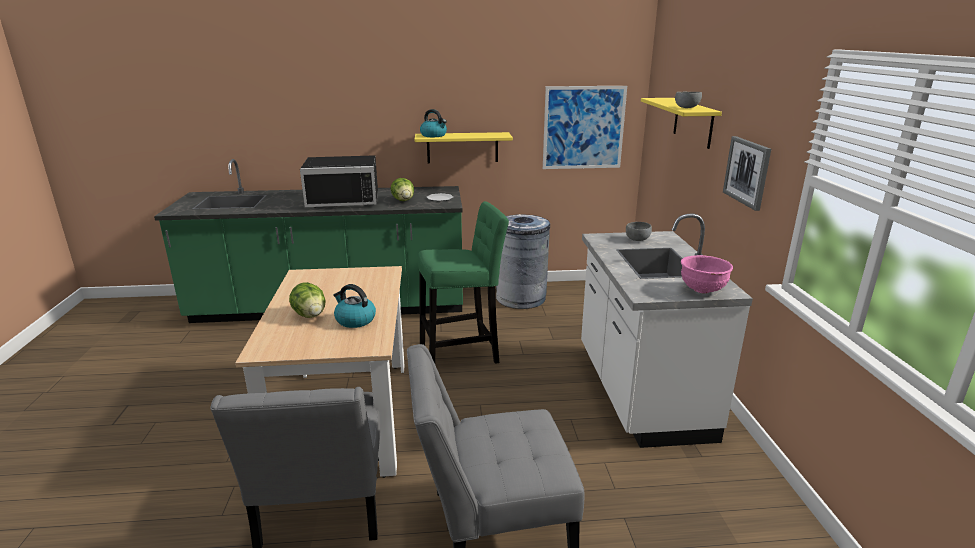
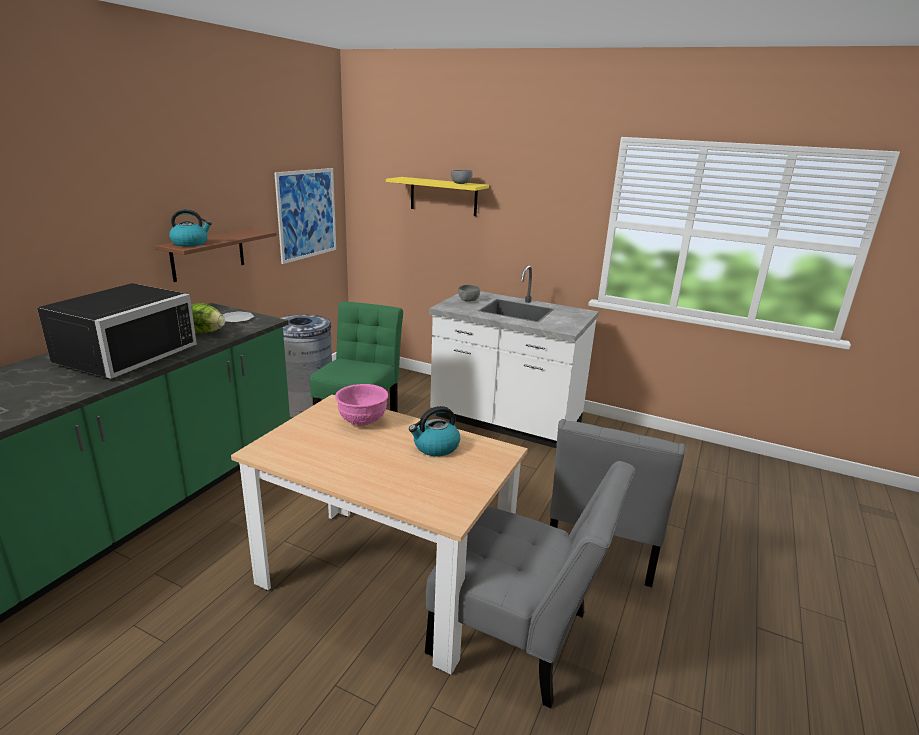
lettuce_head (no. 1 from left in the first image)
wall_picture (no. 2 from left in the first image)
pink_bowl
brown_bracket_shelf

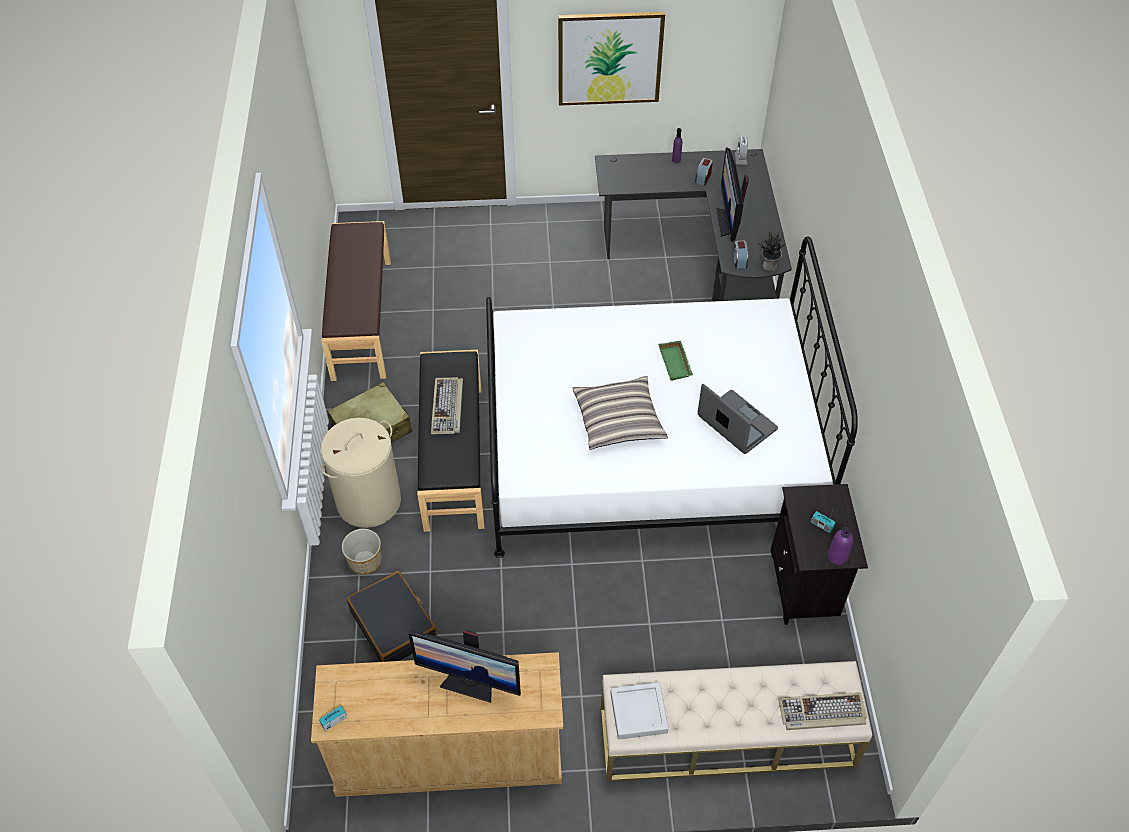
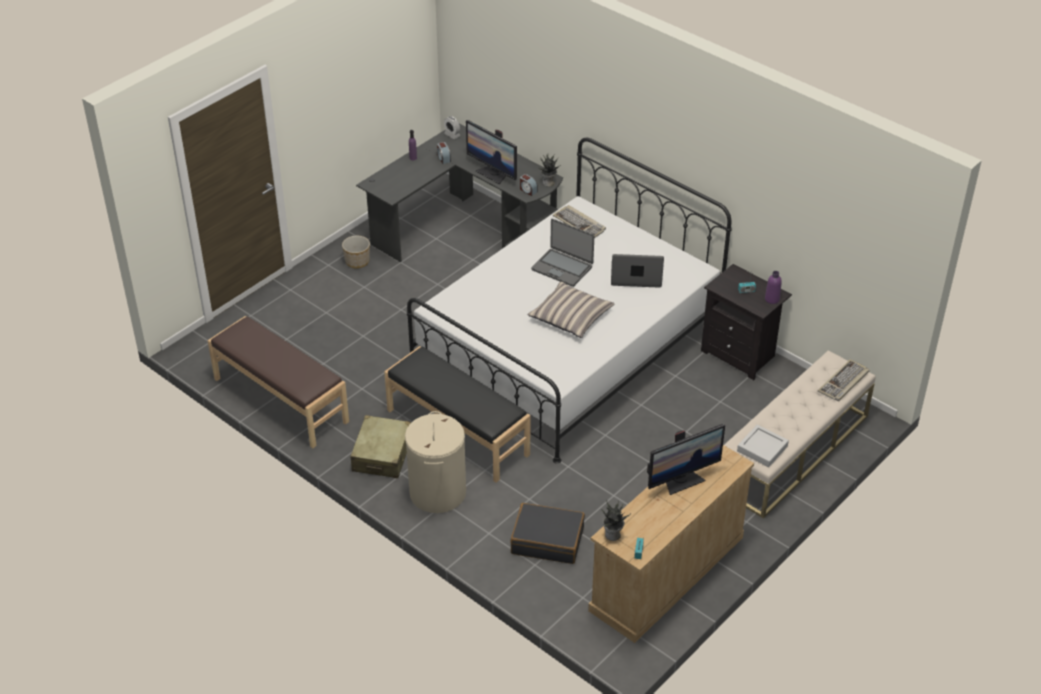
wall_picture
potted_plant (no. 2 from left)
flower_pot
PC_keyboard (no. 1 from left)
laptop (no. 1 from left)

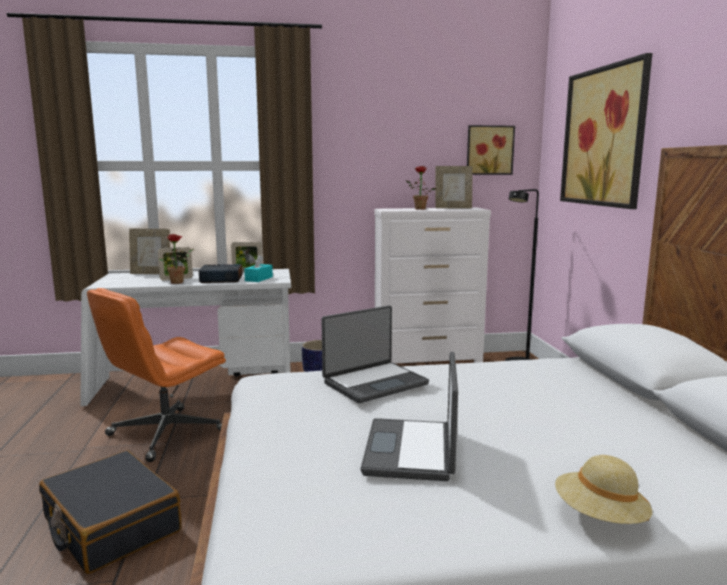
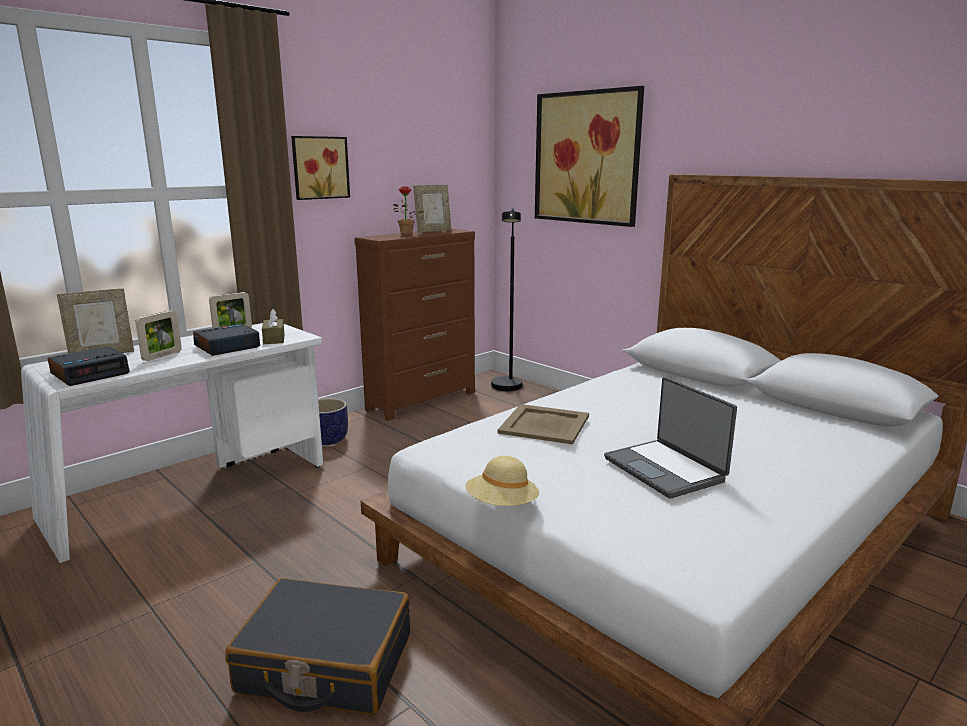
orange_office_chair
potted_plant (no. 1 from left in the first image)
alarm_clock (no. 1 from left)
wall_picture (no. 1 from left)
sand-coloured_clothing_hat
sand-coloured_serving_tray
brown_box_of_tissues
brown_dresser

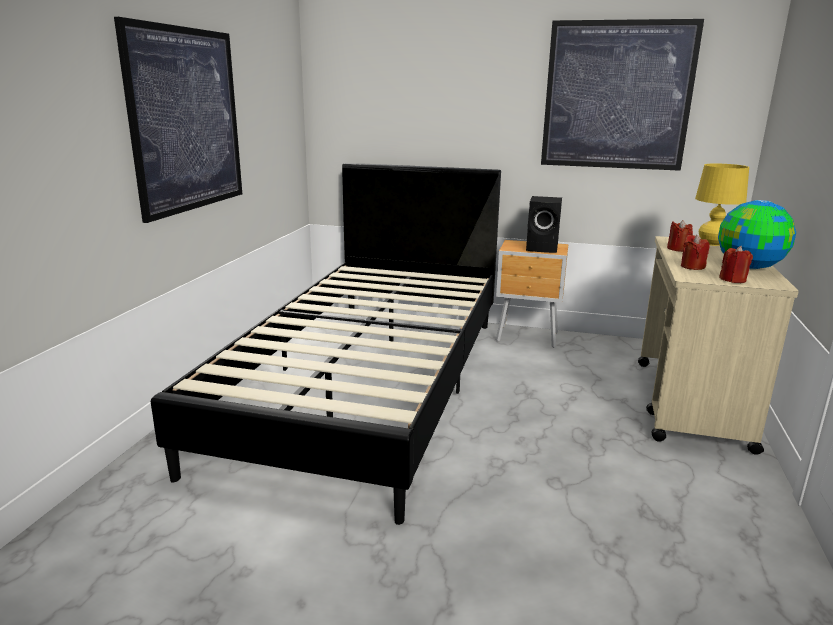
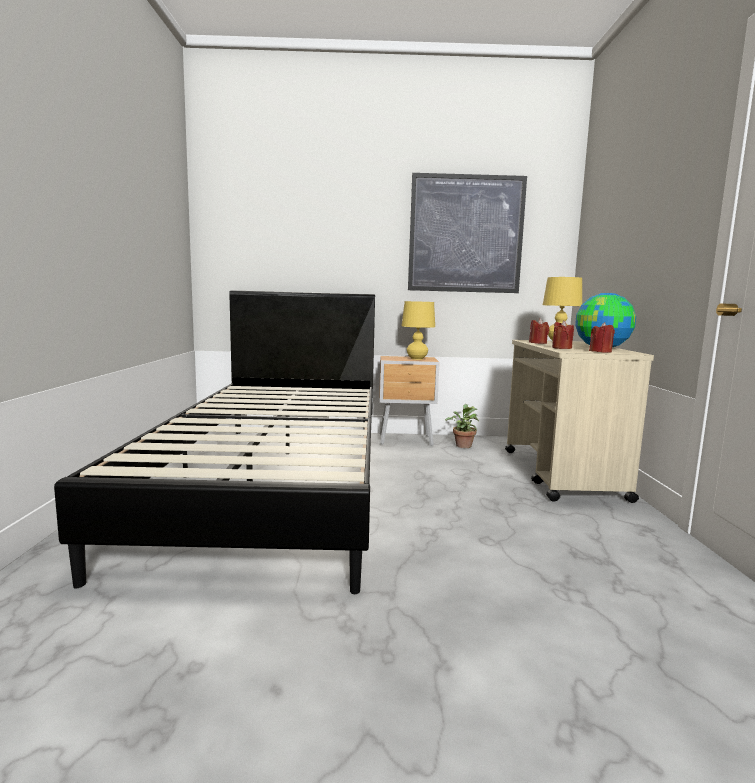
wall_picture (no. 1 from left in the first image)
potted_plant
yellow-coloured_tabletop_lamp (no. 1 from left)

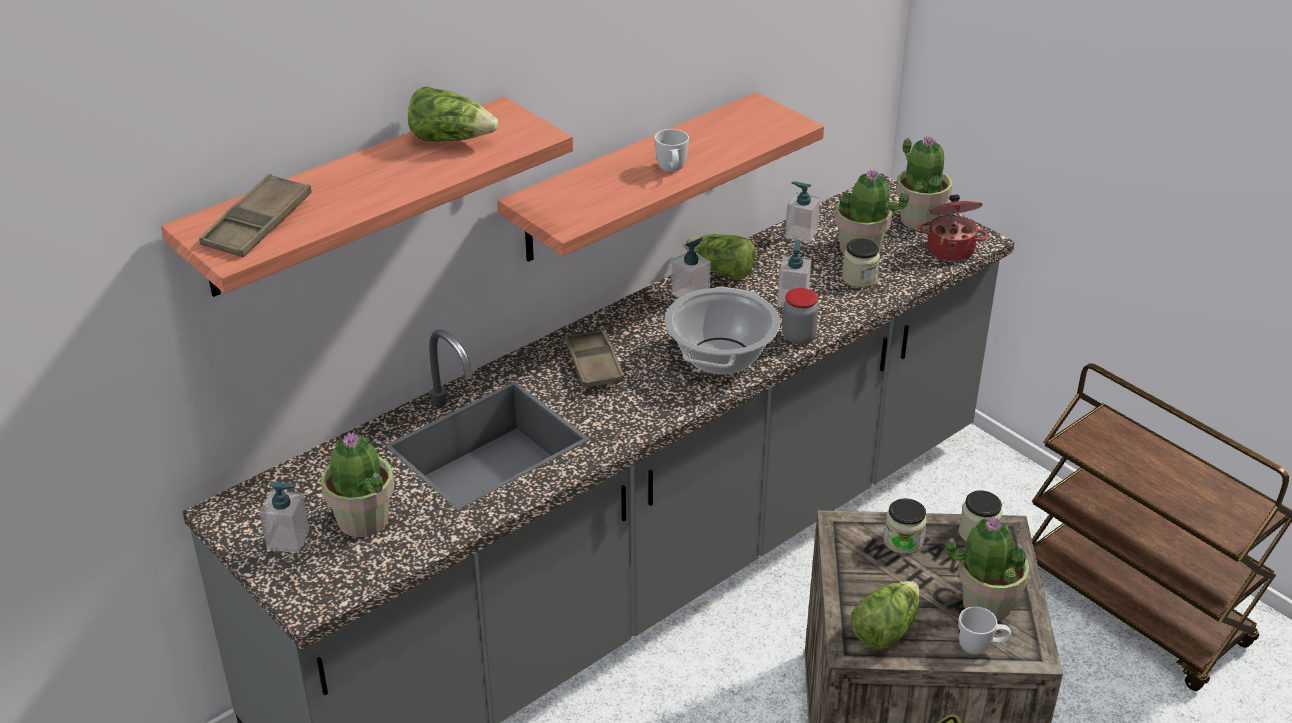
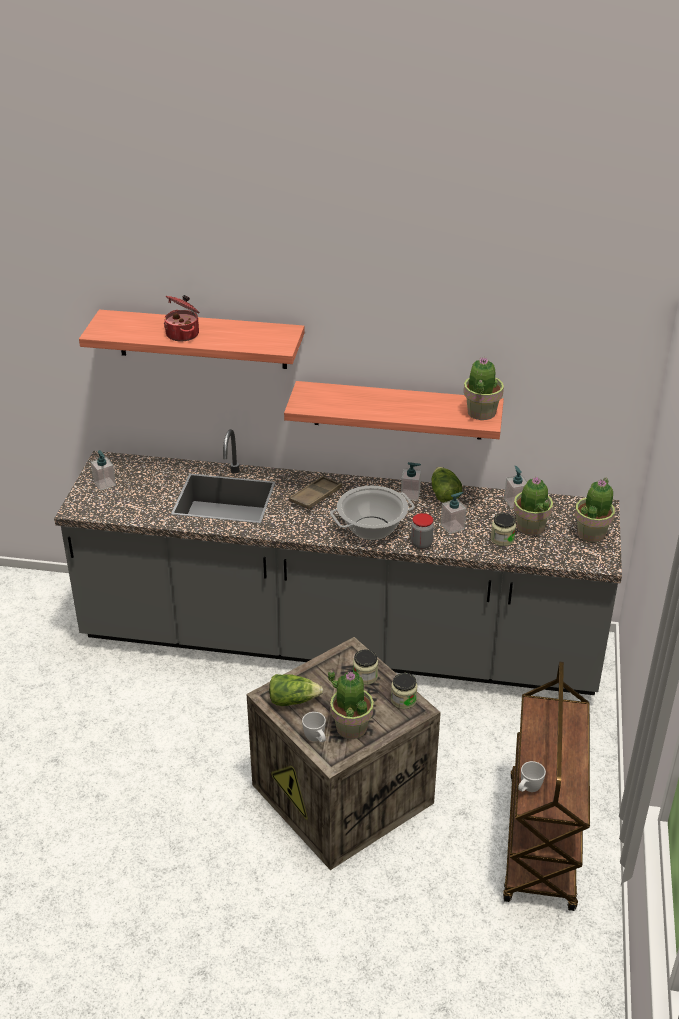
brown_serving_tray (no. 1 from left in the first image)
lettuce_head (no. 1 from left in the first image)
potted_plant (no. 2 from left)
whitish_tea_mug (no. 2 from left)
cooking_pot (no. 1 from left)

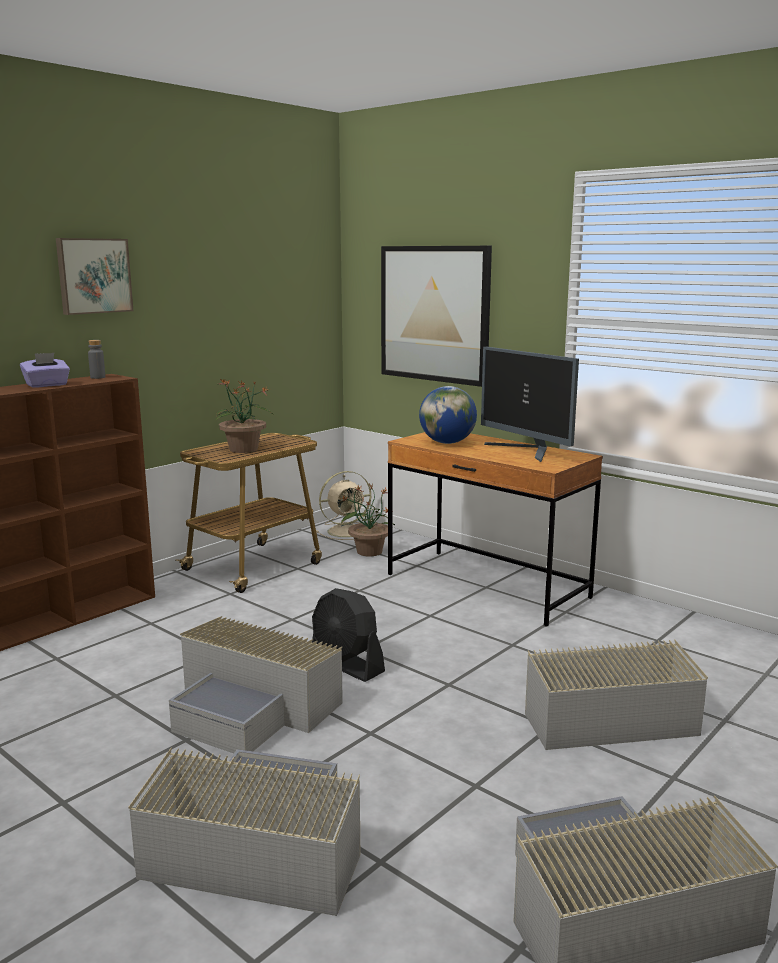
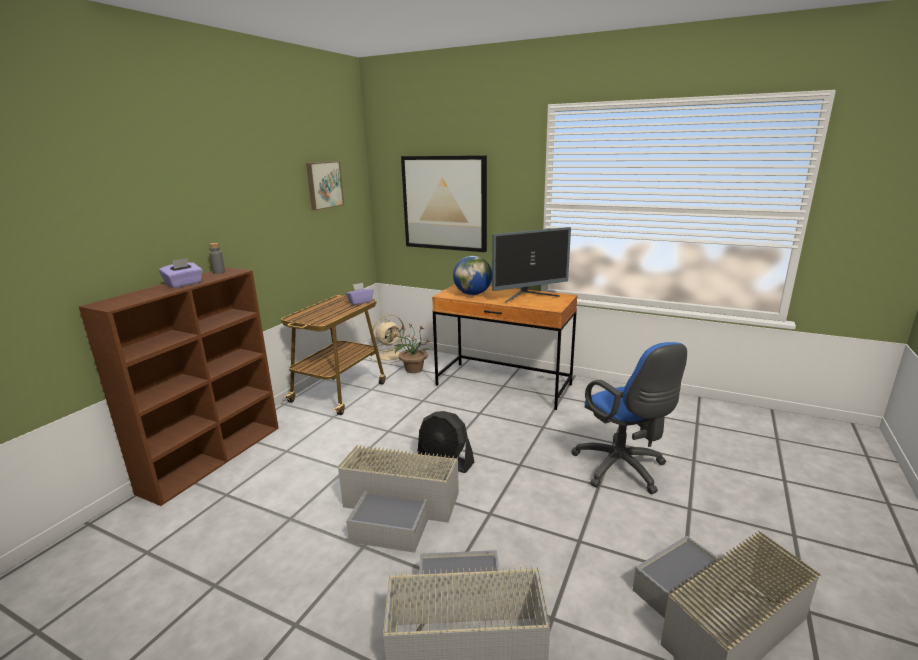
potted_plant (no. 1 from left in the first image)
purplish_box_of_tissues (no. 2 from left)
wall_picture (no. 1 from left)
bluish_office_chair
computer_display

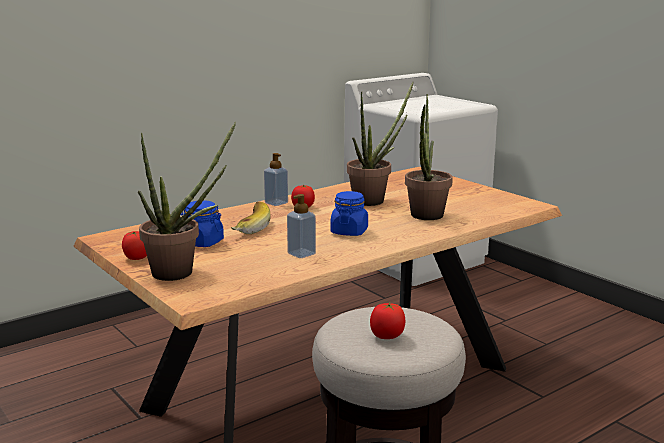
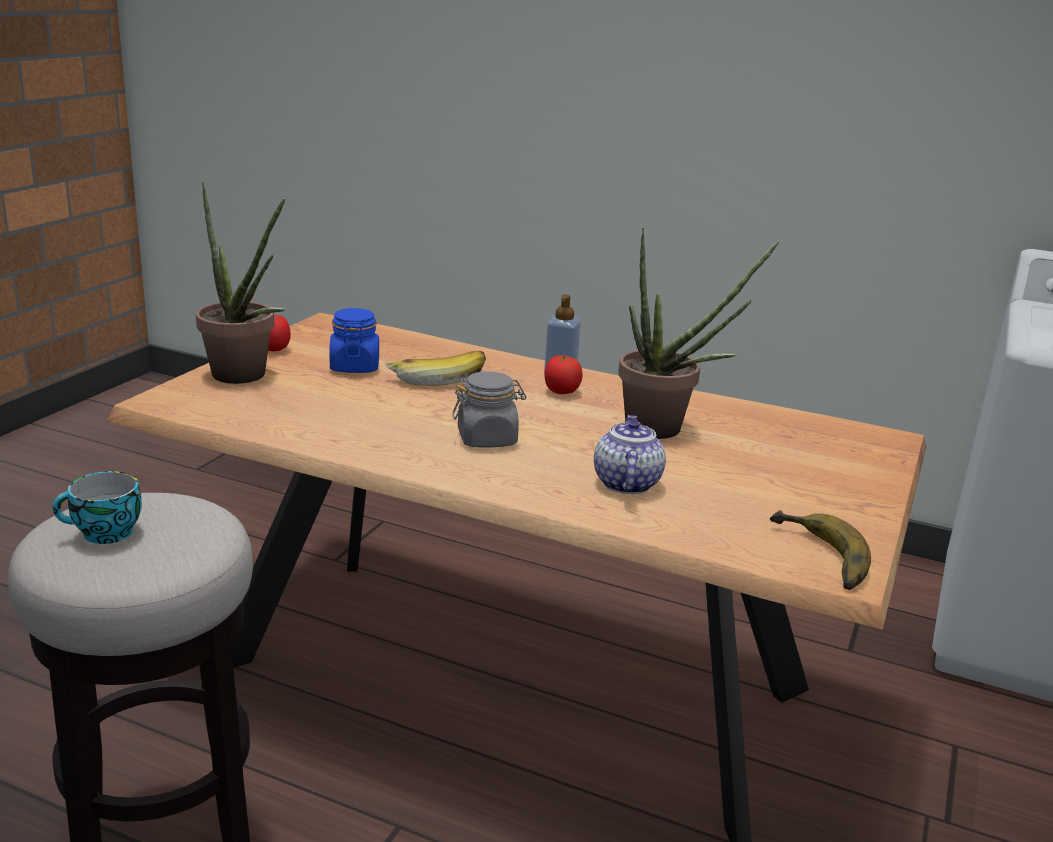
liquid_soap_bottle (no. 2 from left in the first image)
banana_fruit (no. 2 from left)
cup
tea_pot
gray_jar

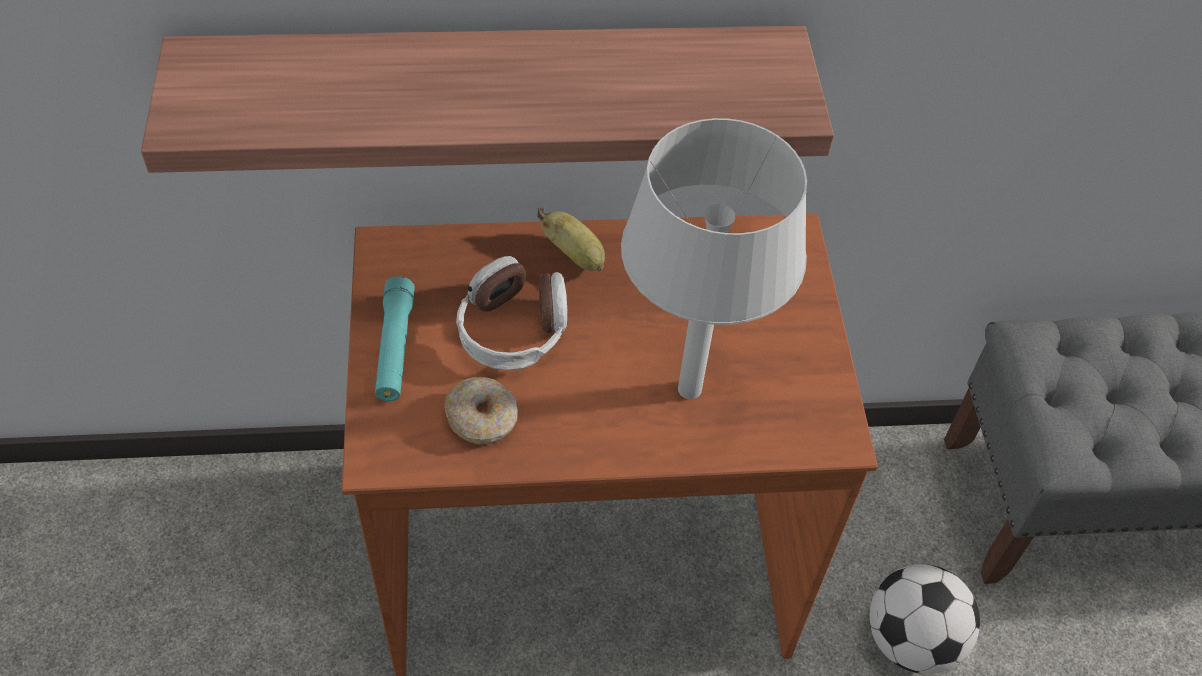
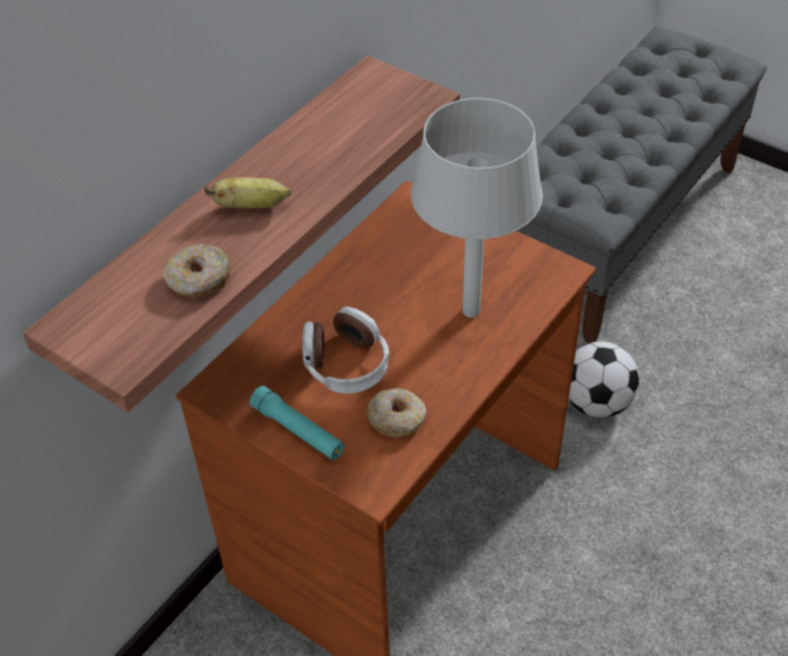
doughnut (no. 1 from left)
banana_fruit

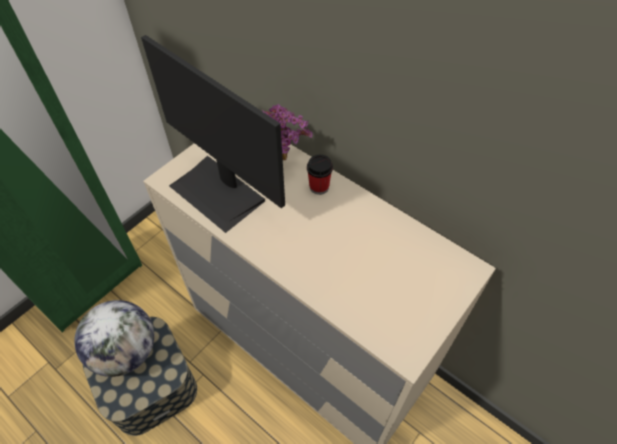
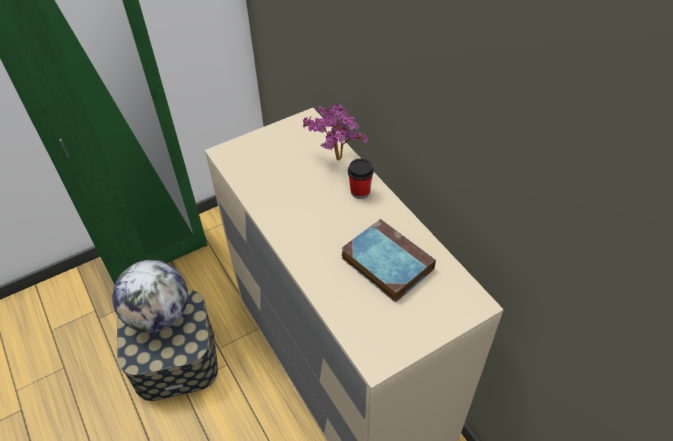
computer_display
bound_book

